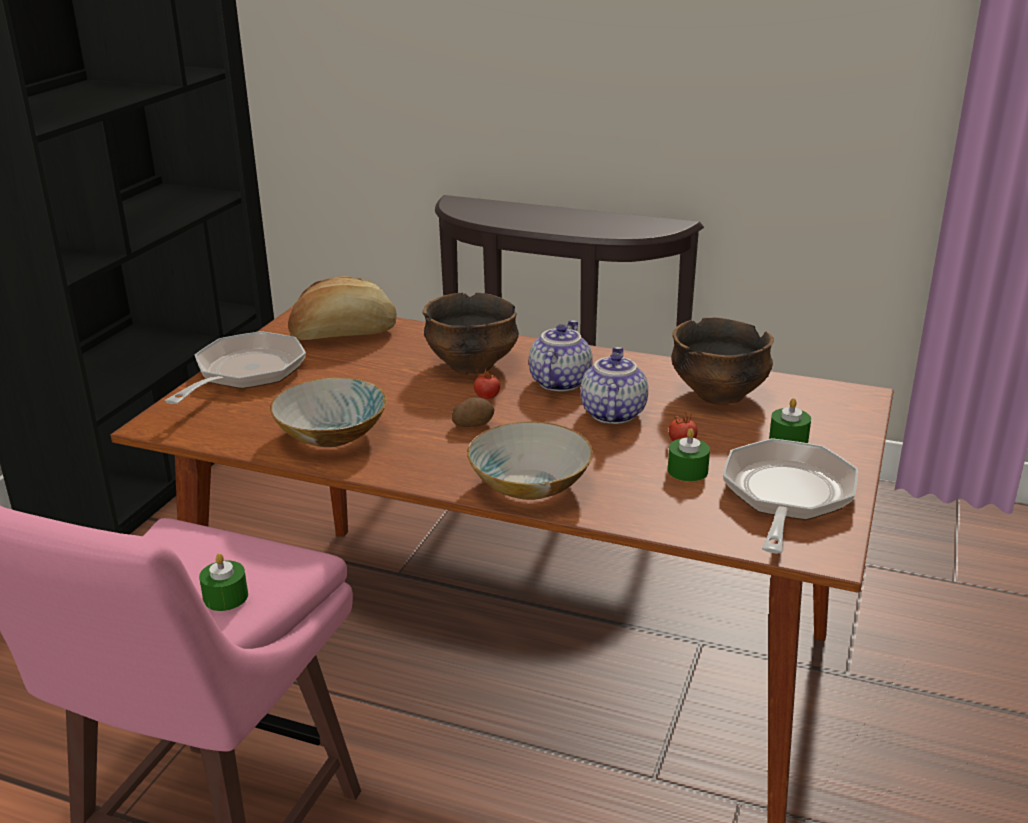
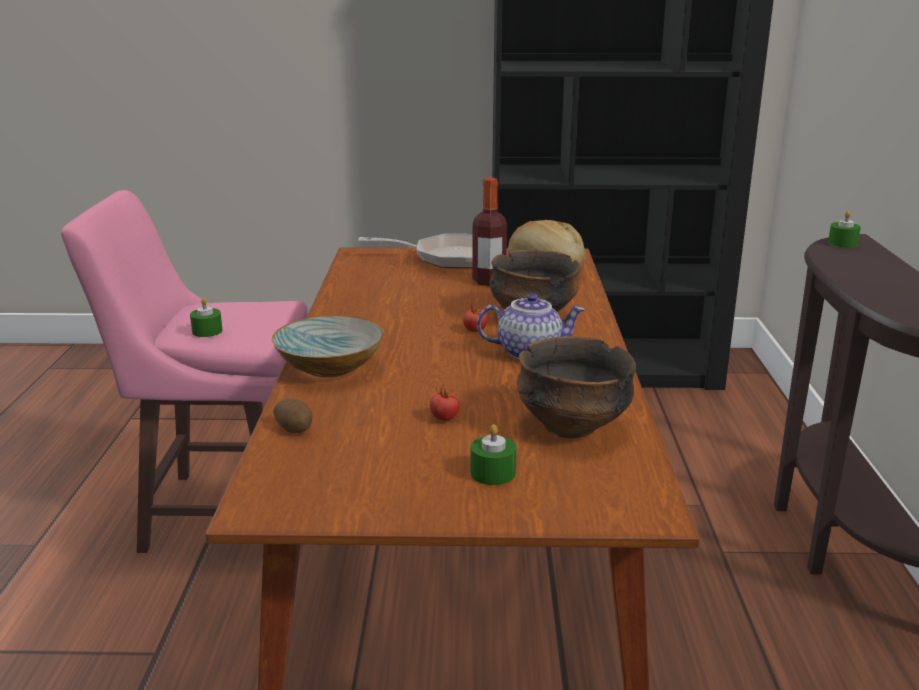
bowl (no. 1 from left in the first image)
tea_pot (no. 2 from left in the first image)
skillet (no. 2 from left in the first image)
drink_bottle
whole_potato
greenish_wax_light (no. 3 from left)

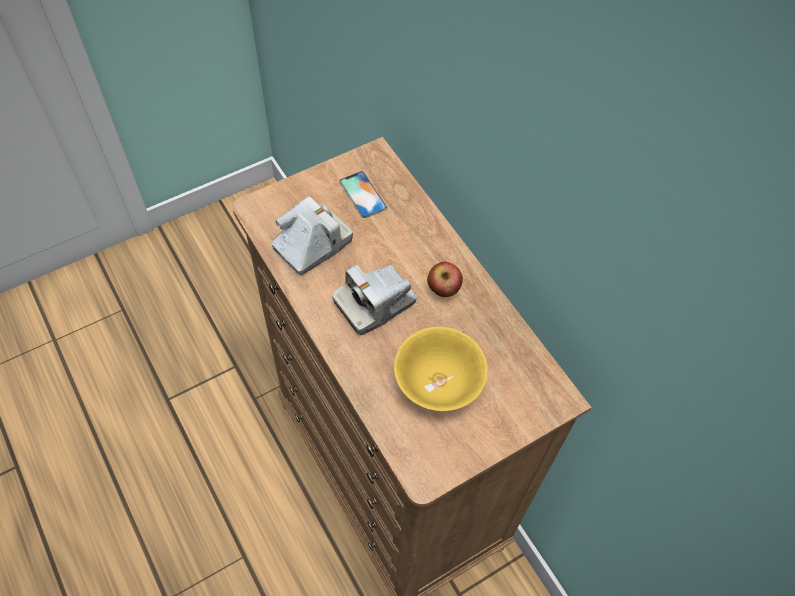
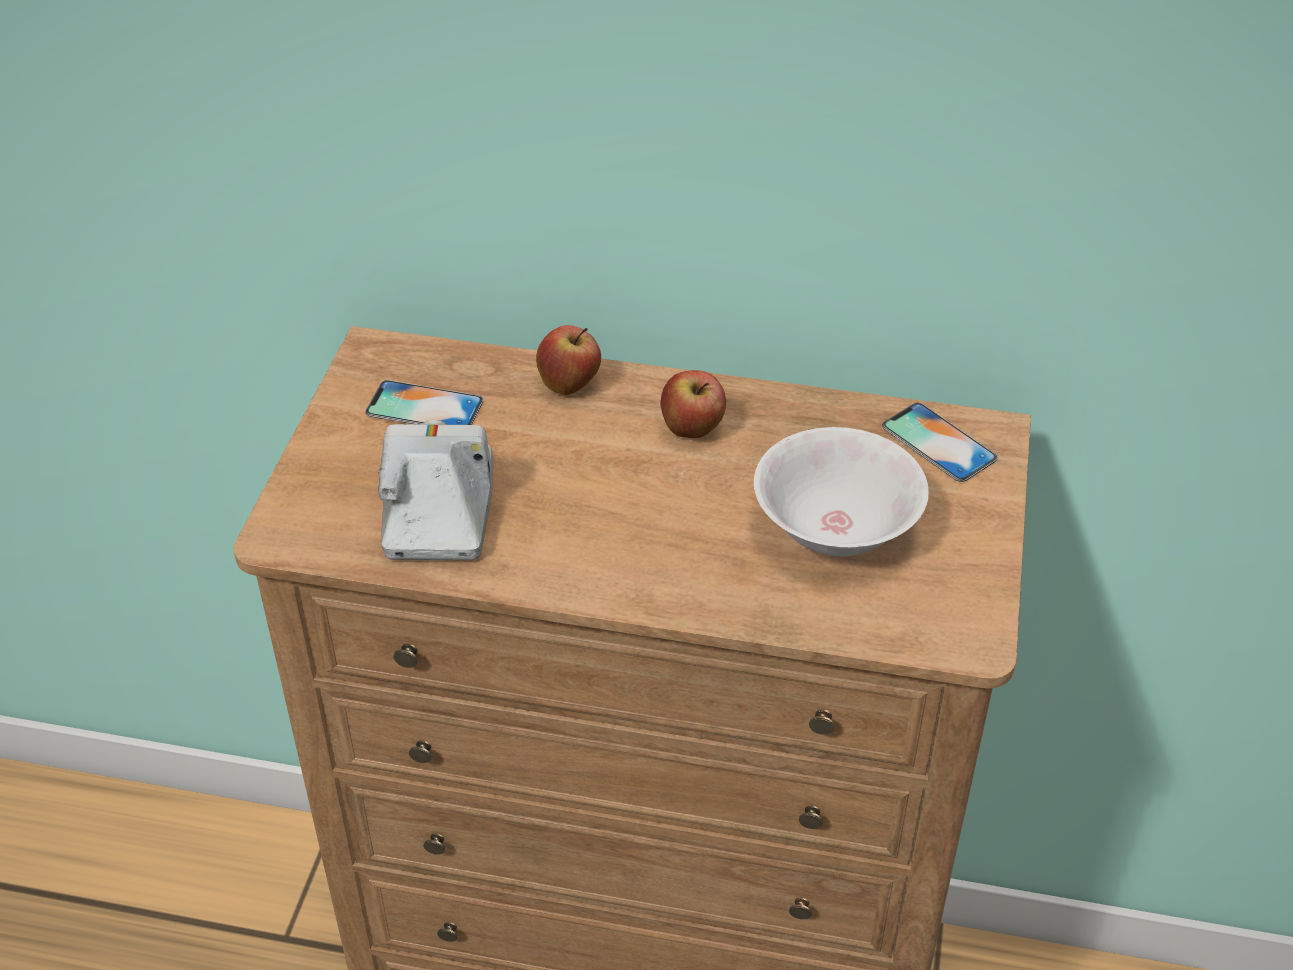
still_camera (no. 2 from left in the first image)
apple (no. 1 from left)
telephone (no. 2 from left)
whitish_bowl

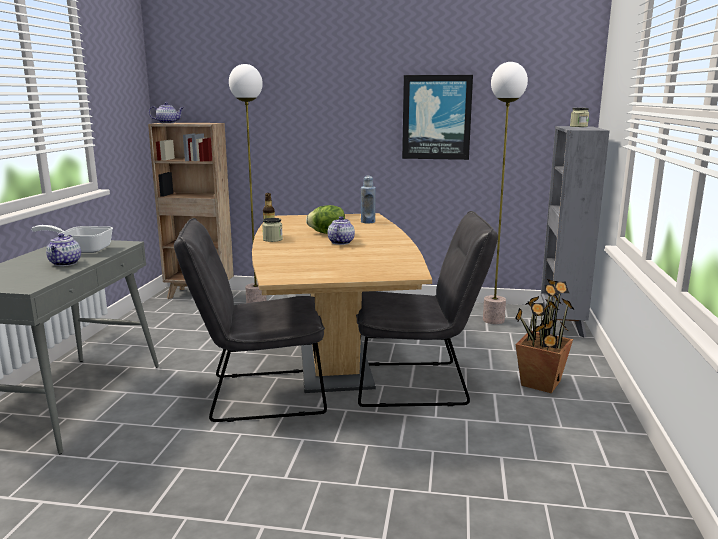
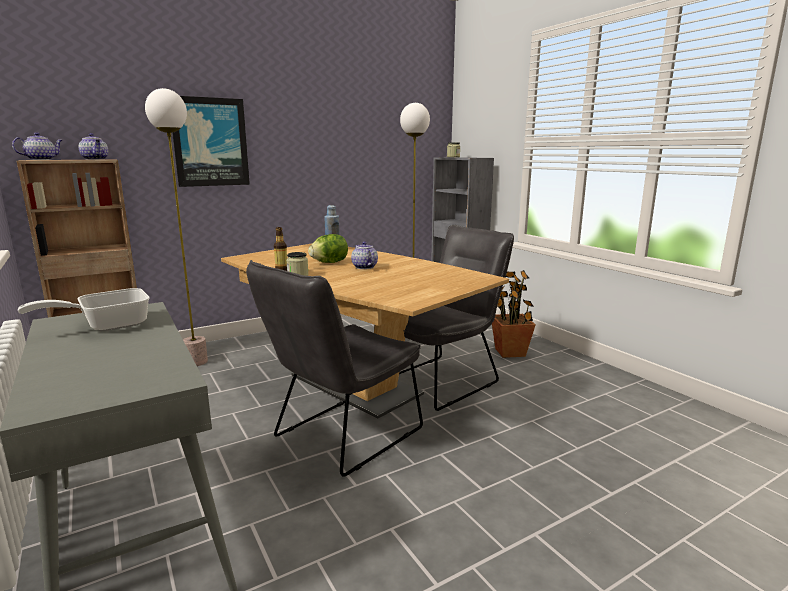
tea_pot (no. 2 from left)
wall_picture

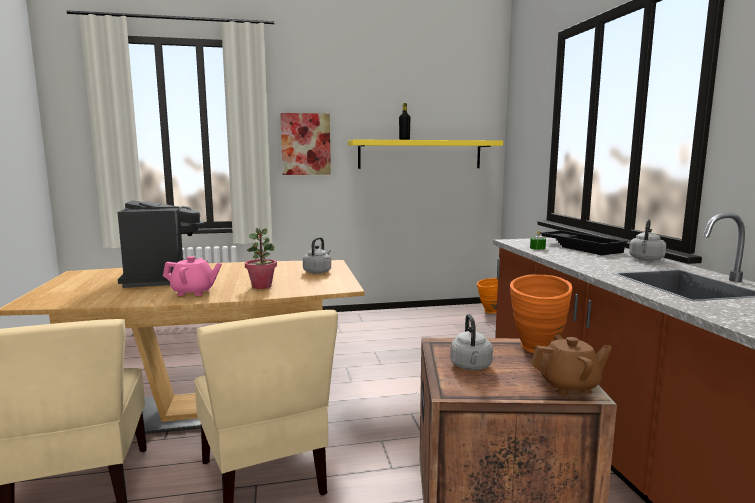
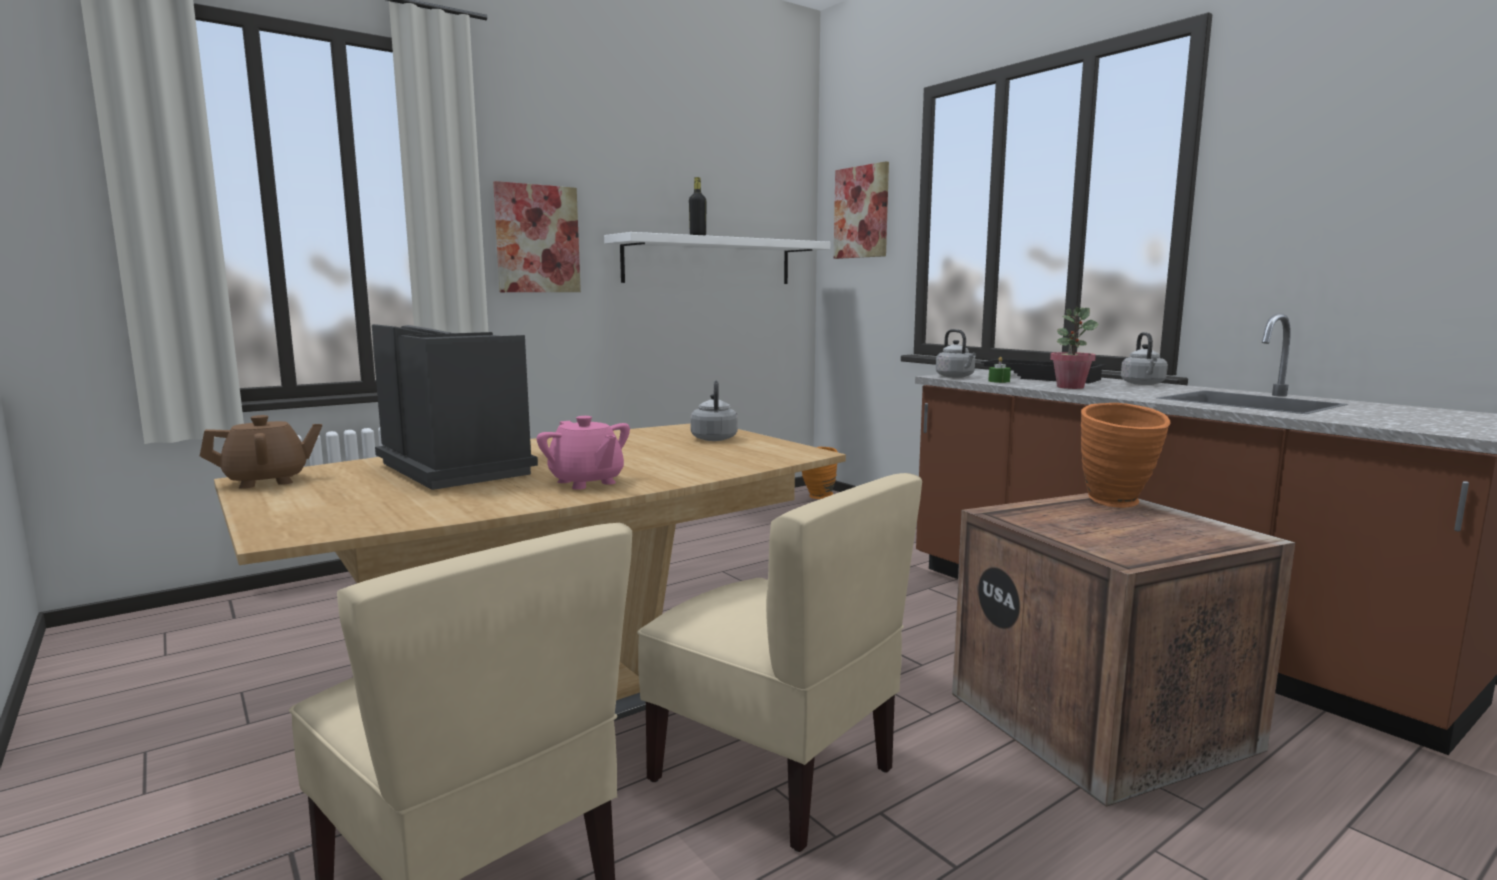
wall_picture (no. 2 from left)
potted_plant
gray_kettle (no. 2 from left)
brown_tea_pot
whitish_bracket_shelf
pink_tea_pot

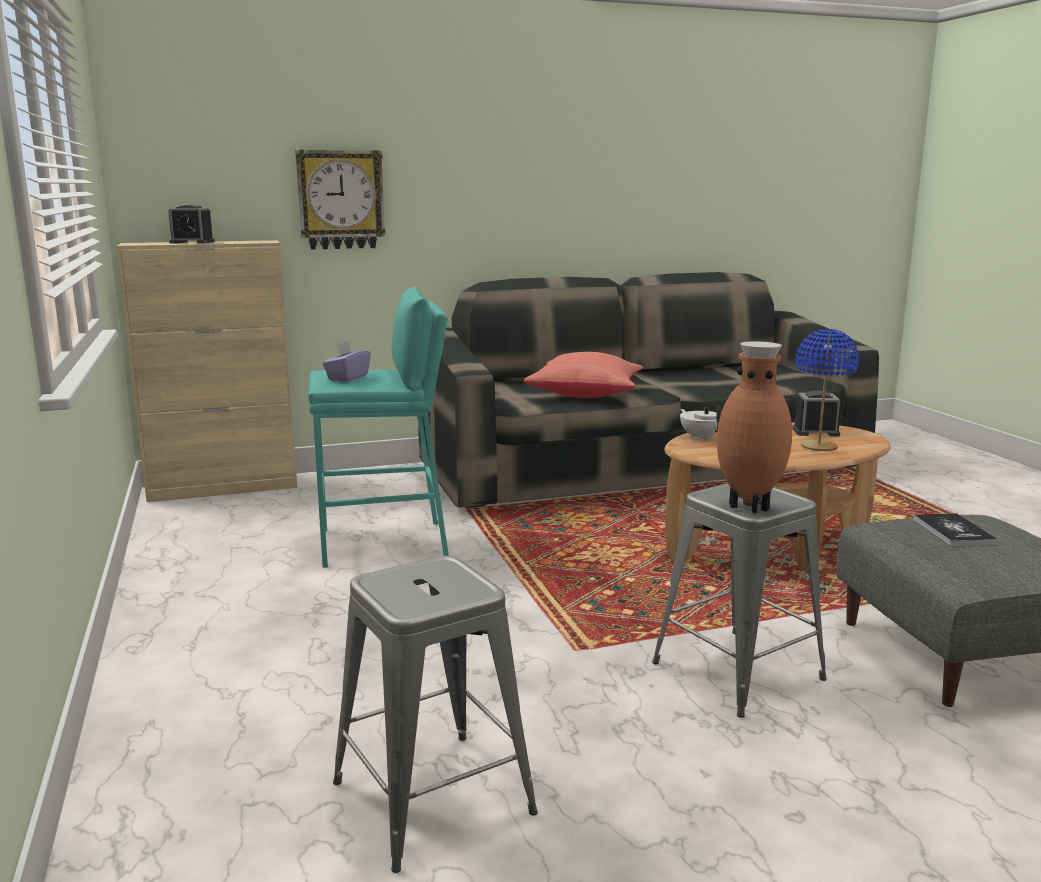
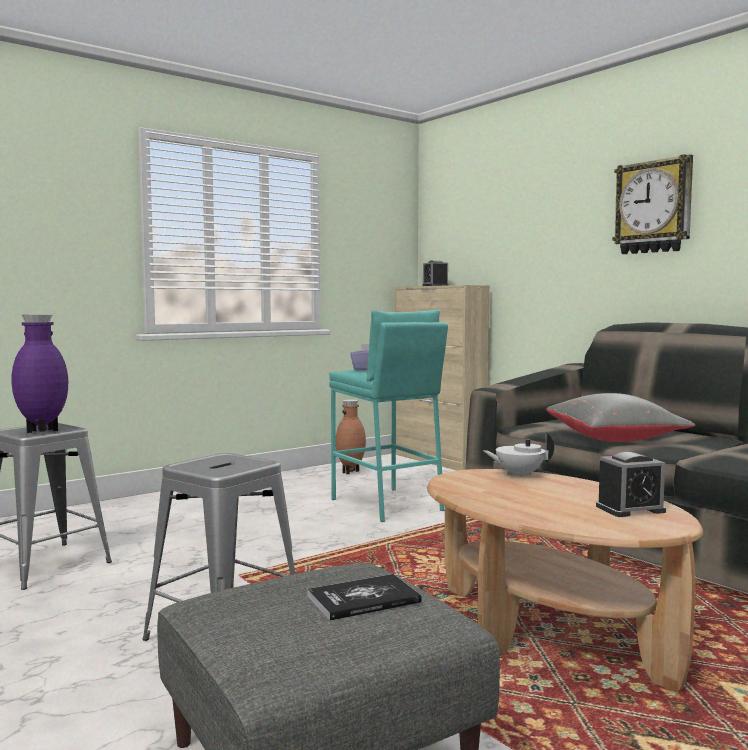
bluish_tabletop_lamp
purplish_flower_vase
wall_clock
brown_flower_vase
gray_cushion
whitish_tea_pot
alarm_clock (no. 2 from left)

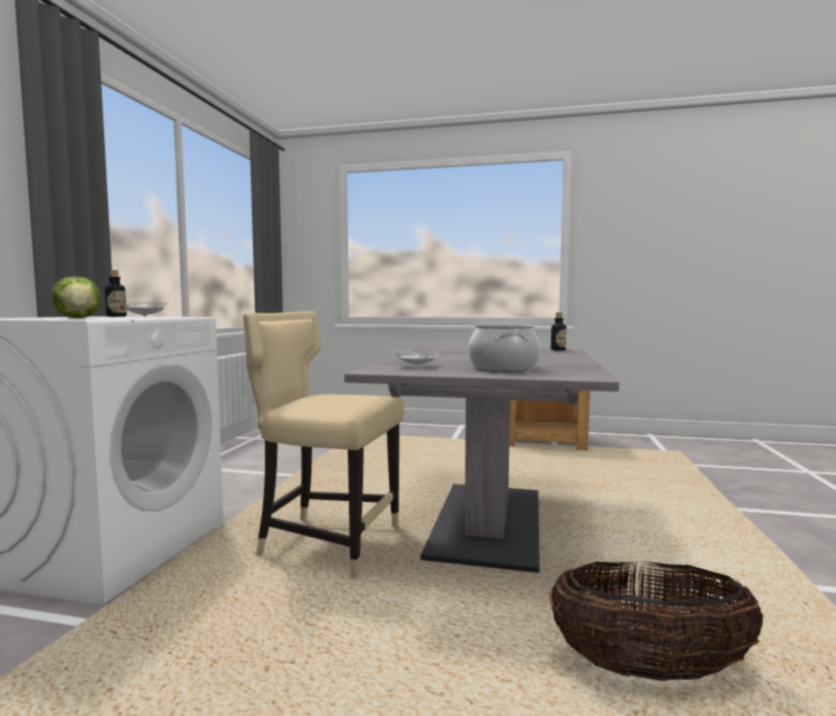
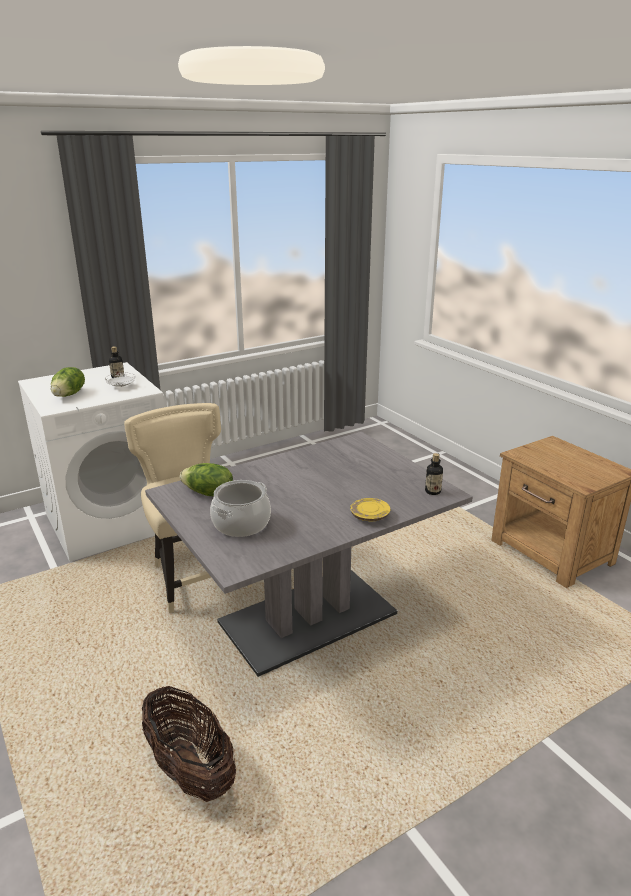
yellow-coloured_dinner_plate
lettuce_head (no. 2 from left)

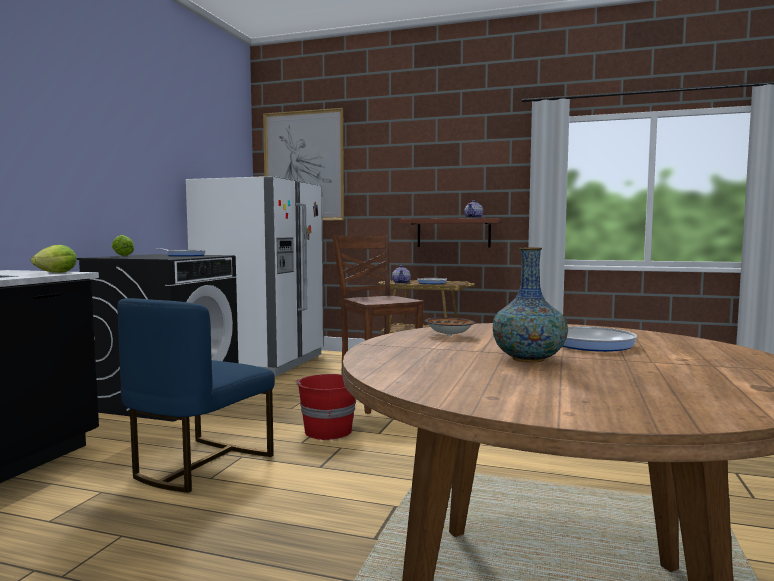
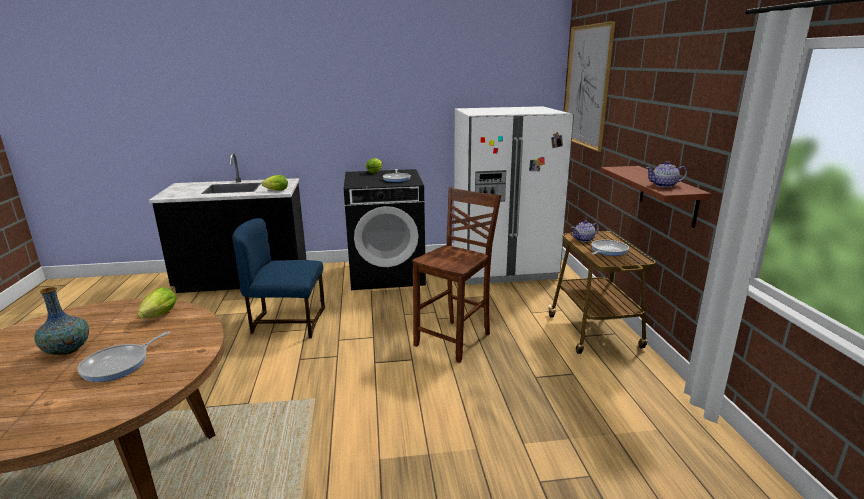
reddish_water_bucket
lettuce_head (no. 1 from left)

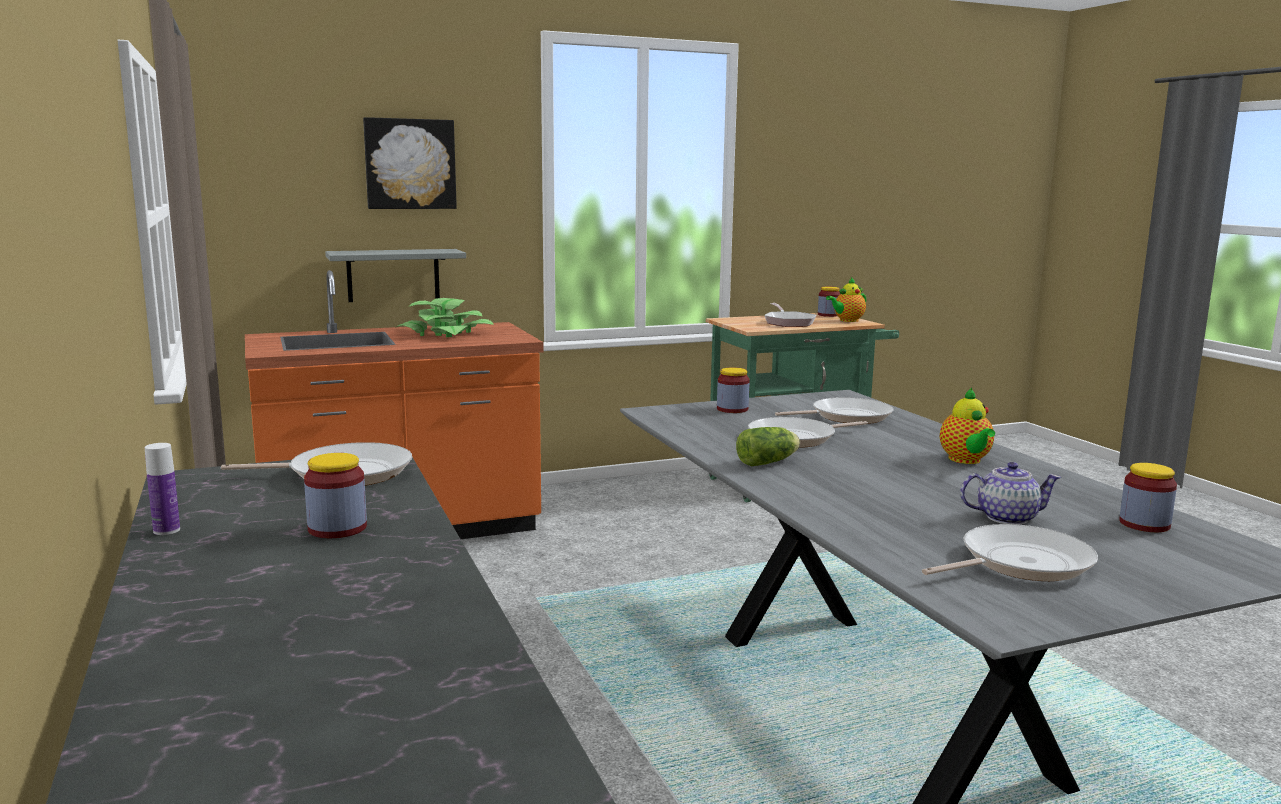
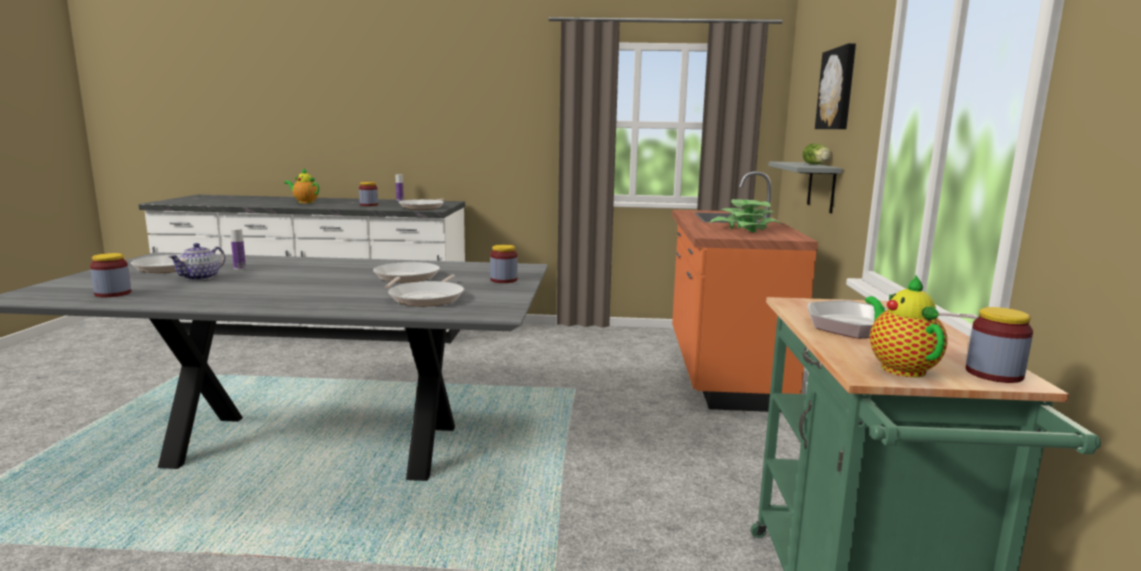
drink_bottle (no. 1 from left)
lettuce_head
tea_pot (no. 2 from left)

